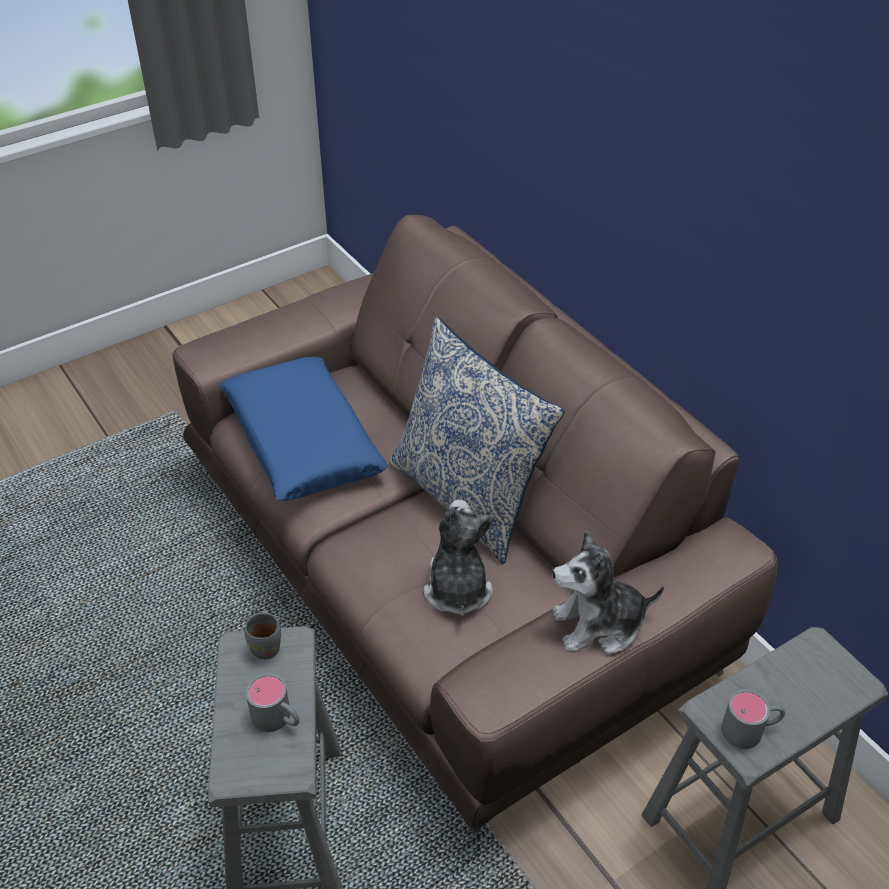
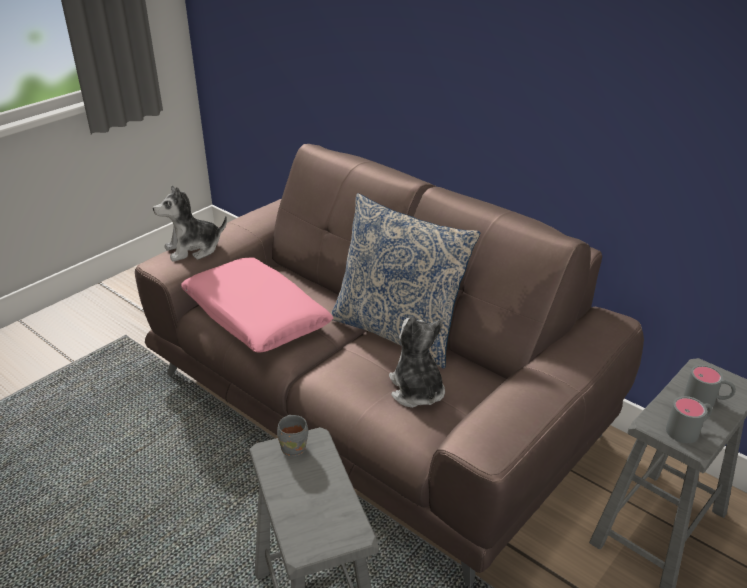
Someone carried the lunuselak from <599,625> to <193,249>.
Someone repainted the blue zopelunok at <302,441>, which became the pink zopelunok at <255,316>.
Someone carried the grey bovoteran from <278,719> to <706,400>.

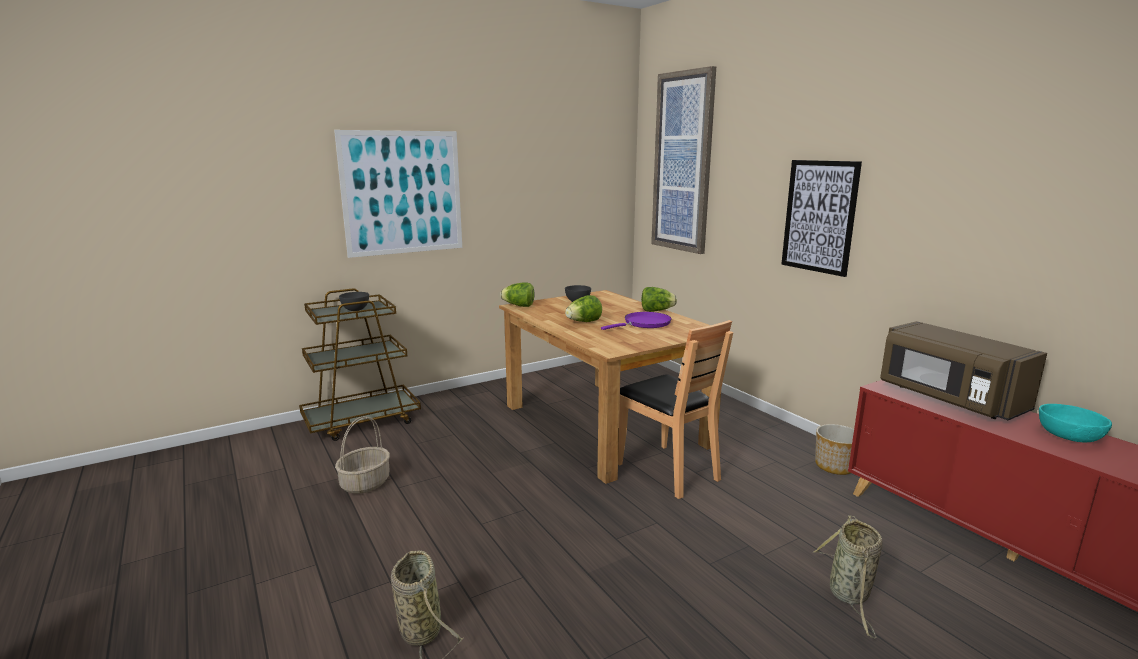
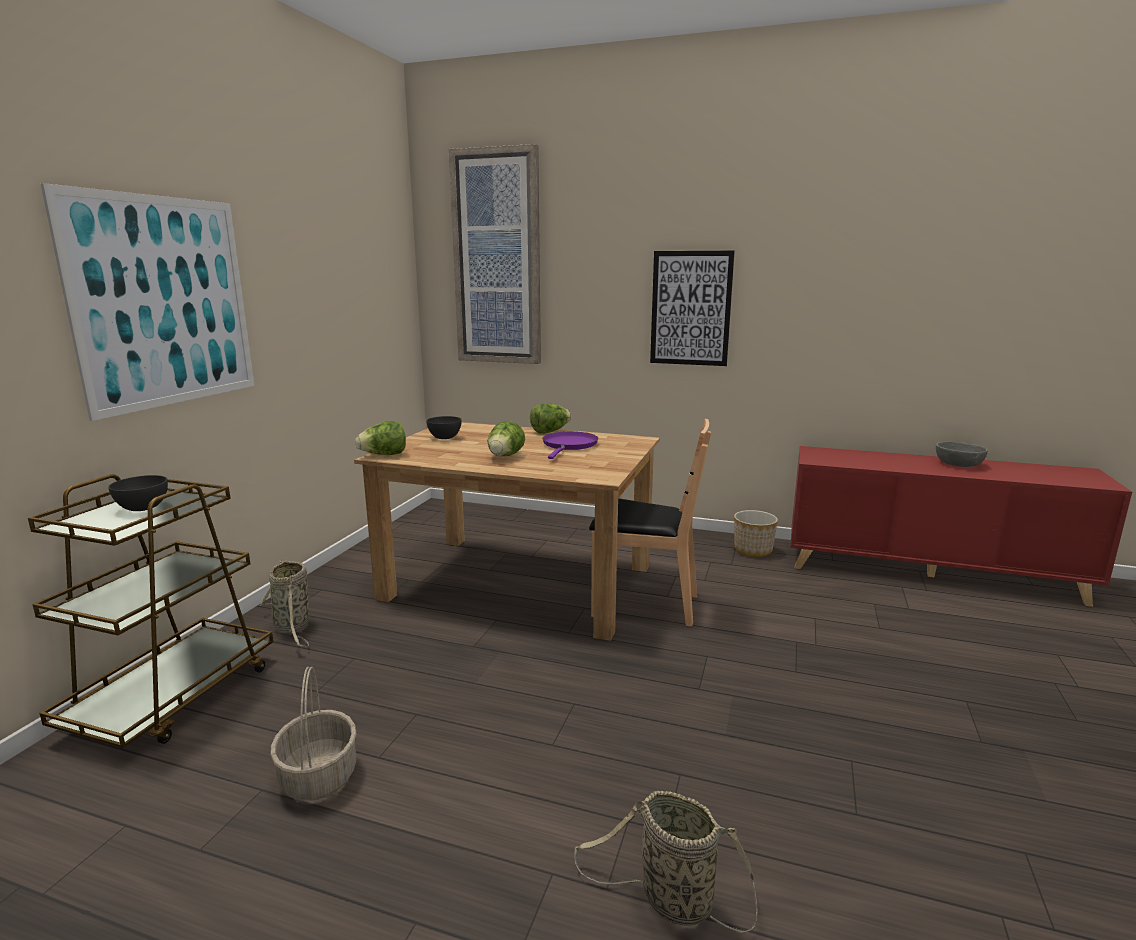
Someone carried the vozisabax from <850,595> to <293,627>.
Someone repainted the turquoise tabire at <1069,435>, which became the grey tabire at <958,464>.
Someone took away the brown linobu at <948,398>.

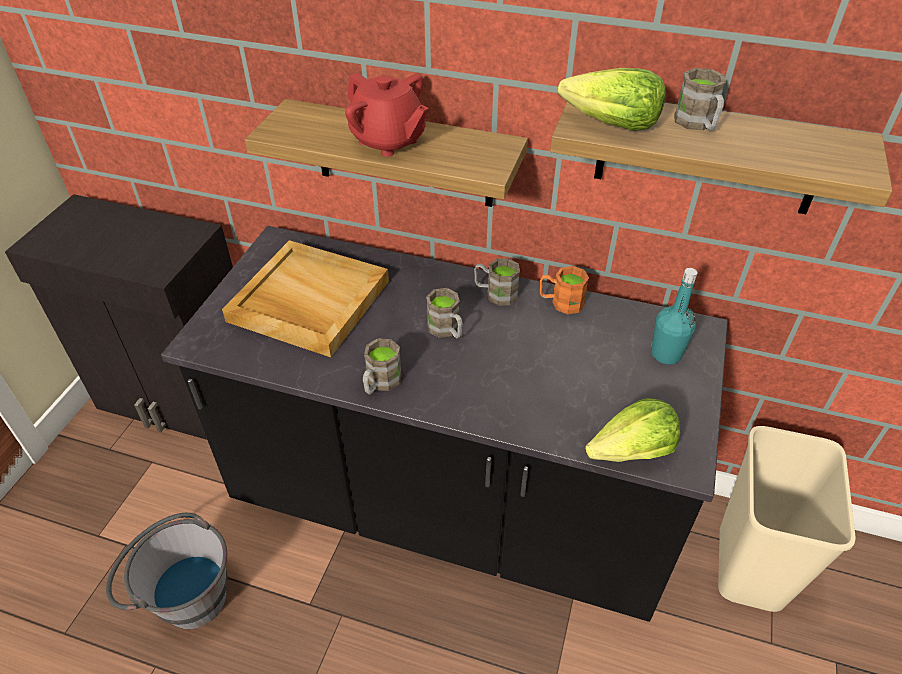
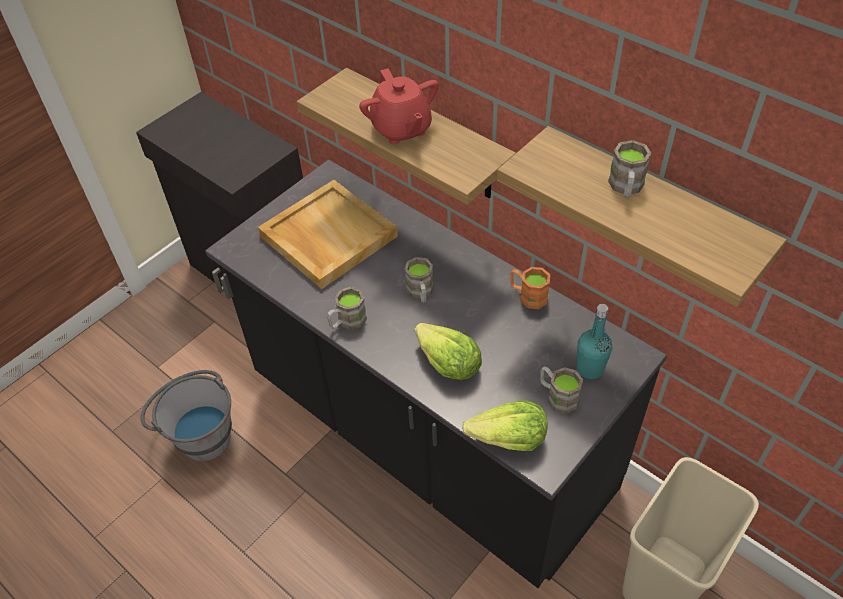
Someone carried the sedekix from <610,125> to <447,363>.
Someone carried the brown bovoteran from <495,293> to <557,396>.

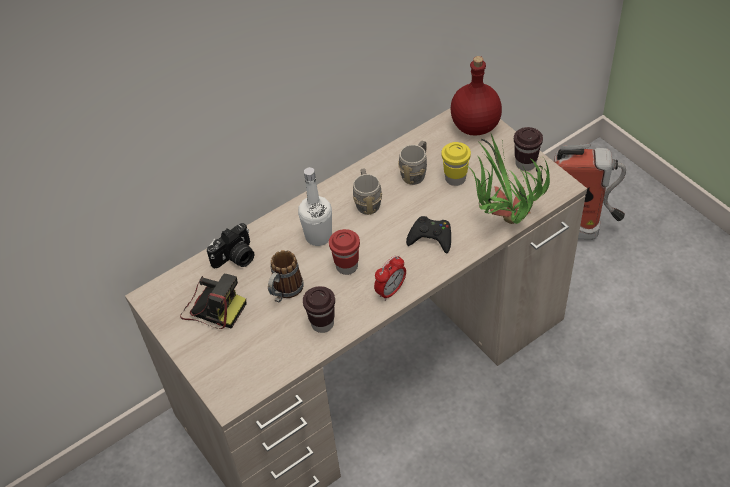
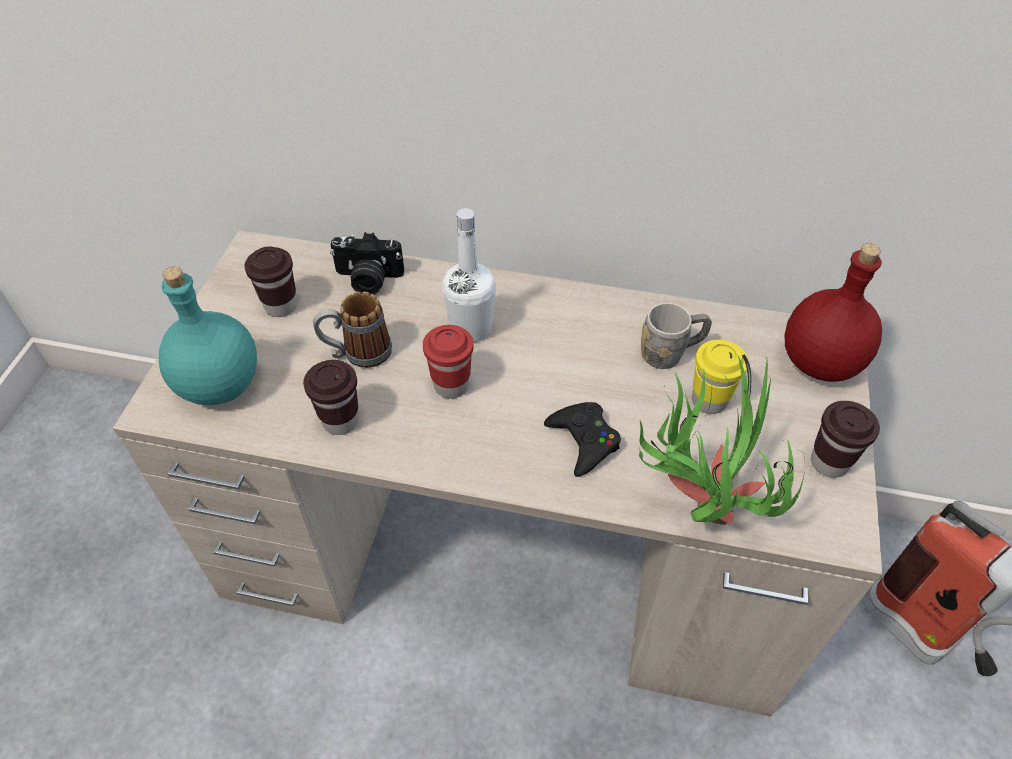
Someone put down the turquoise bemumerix at <219,386>.
Someone swapped the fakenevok at <212,307> for the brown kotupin at <281,306>.
Someone took away the grey bovoteran at <367,201>.
Someone took away the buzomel at <390,291>.

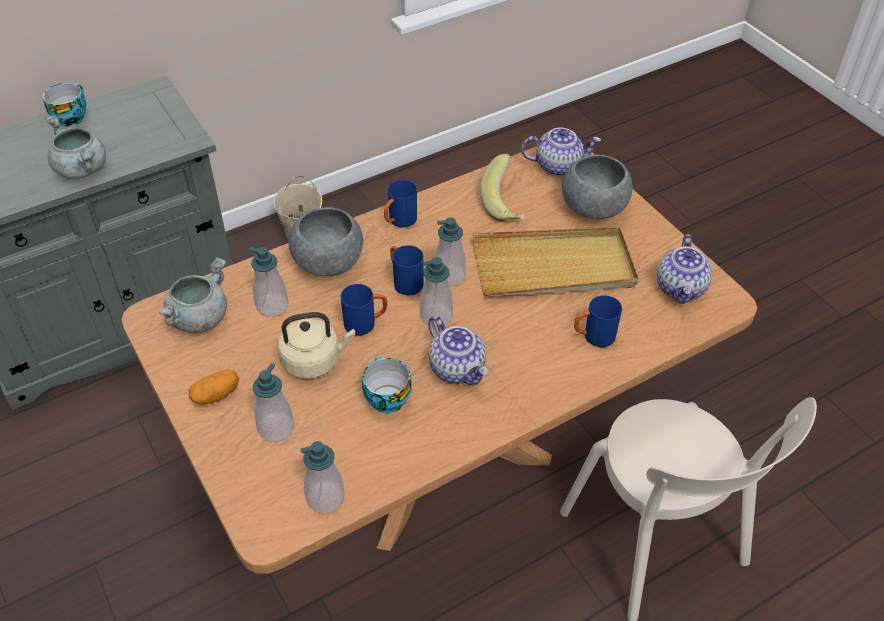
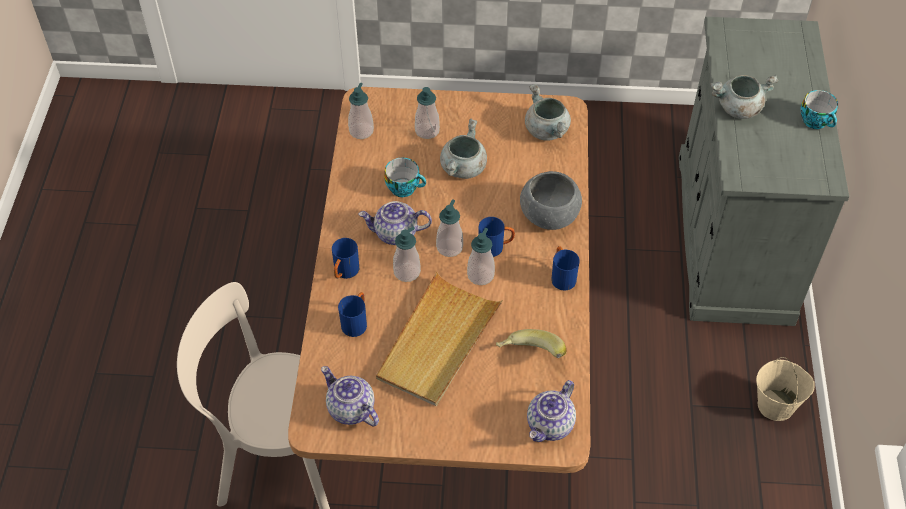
Someone carried the blue bovoteran from <366,323> to <344,273>.
Someone carried the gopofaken from <272,305> to <407,272>.
Someone swapped the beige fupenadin at <314,361> for the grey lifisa at <463,169>.
Someone took away the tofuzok at <216,394>.
Someone took away the grey tabire at <594,207>.

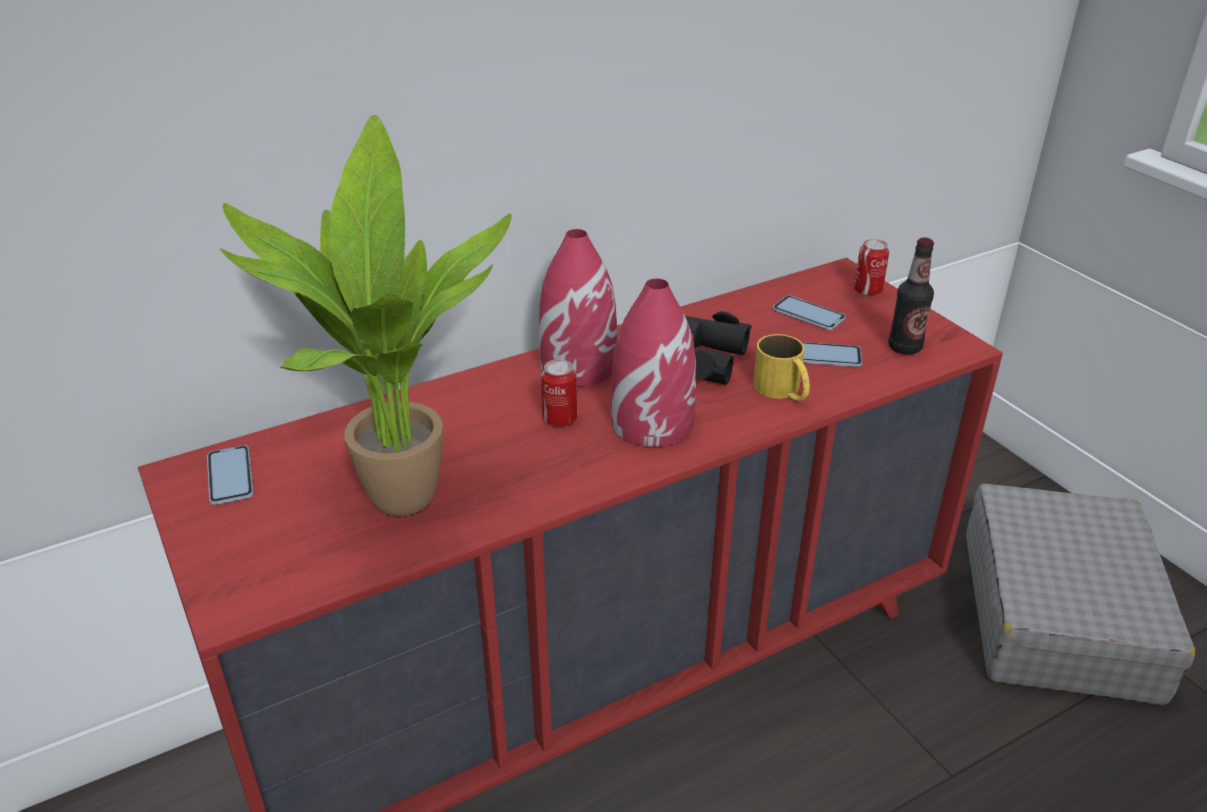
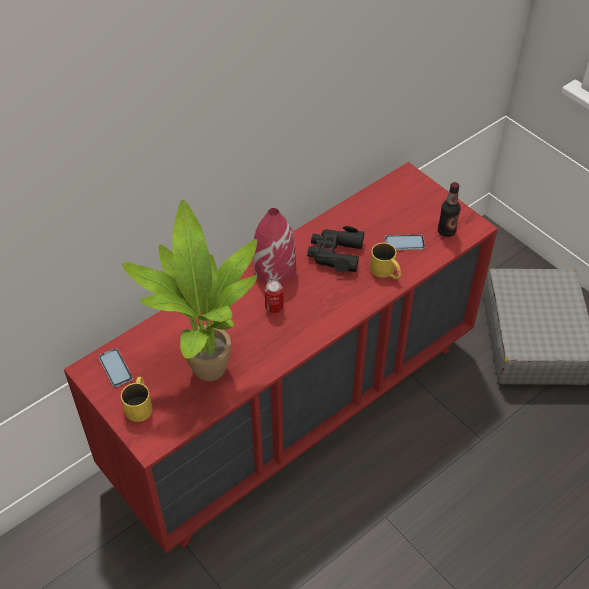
Someone put down the yellow bovoteran at <140,403>.
Someone took away the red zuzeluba at <651,422>.
Someone took away the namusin at <808,314>.
Someone took away the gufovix at <867,291>.

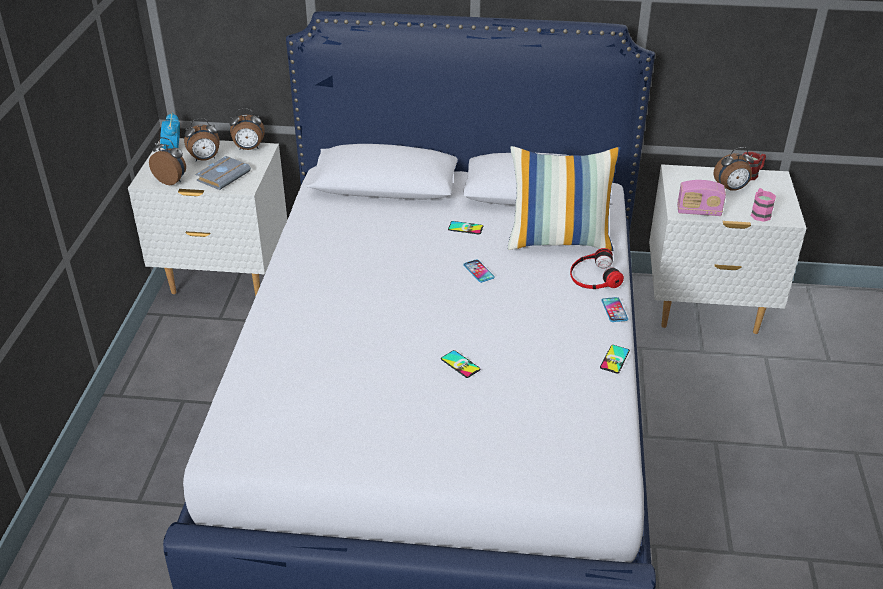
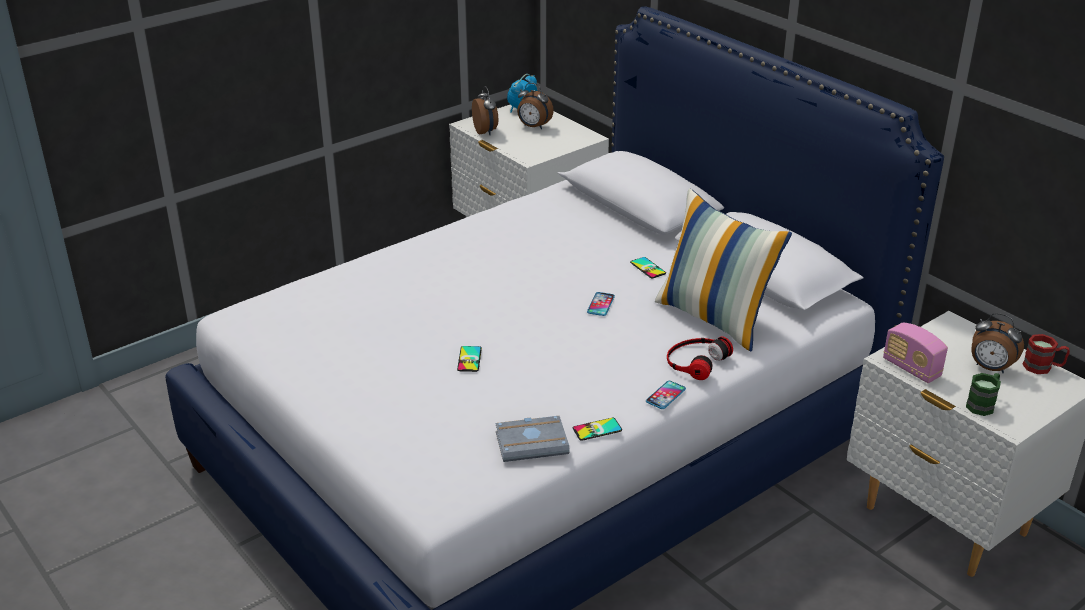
Someone carried the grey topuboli from <223,176> to <533,442>.
Someone repainted the pink bovoteran at <759,213>, which became the green bovoteran at <983,404>.
Someone took away the buzomel at <249,149>.

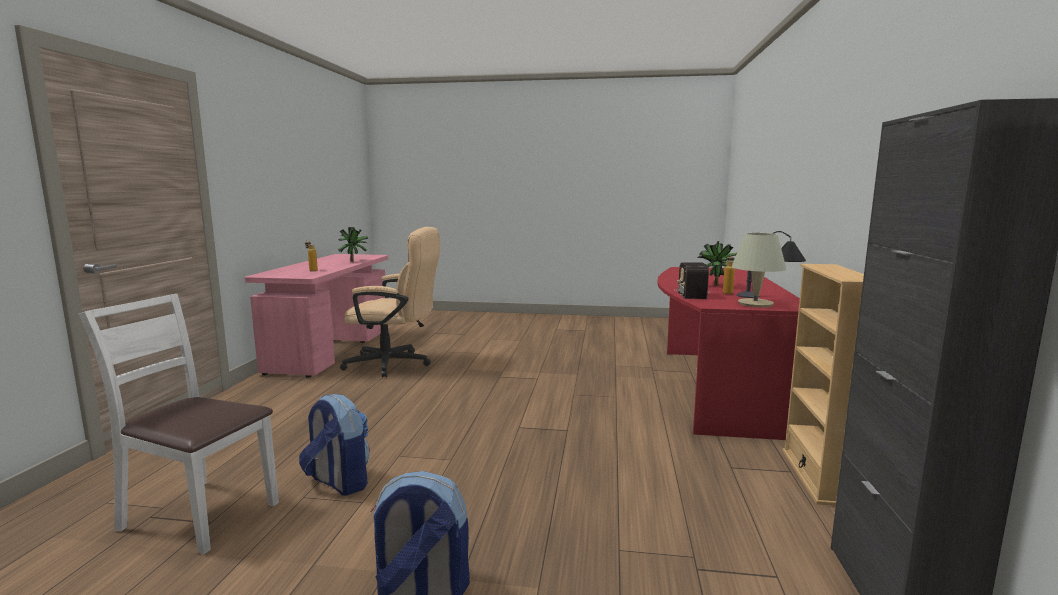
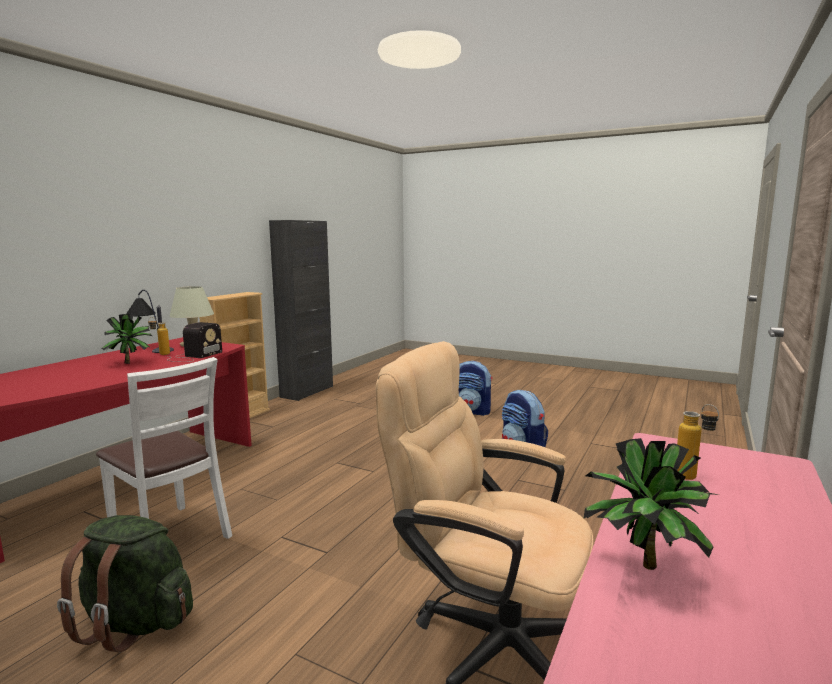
Someone put down the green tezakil at <135,623>.
Someone carried the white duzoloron from <199,514> to <170,537>.

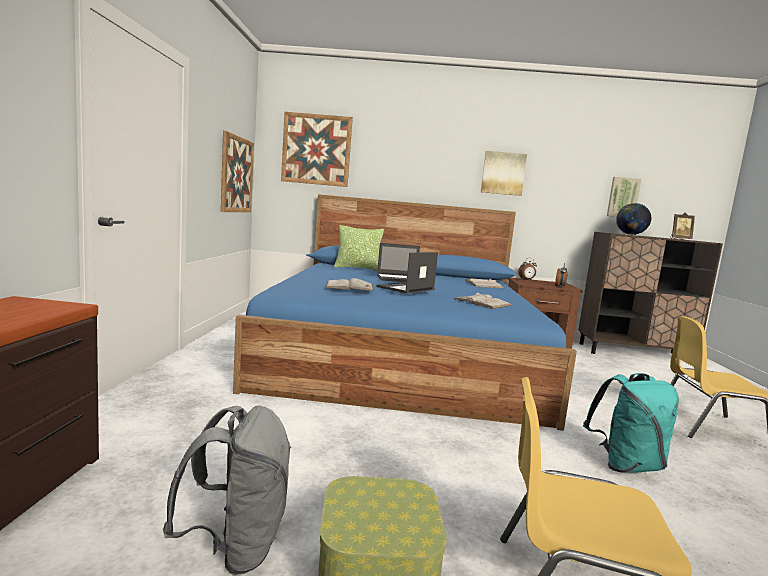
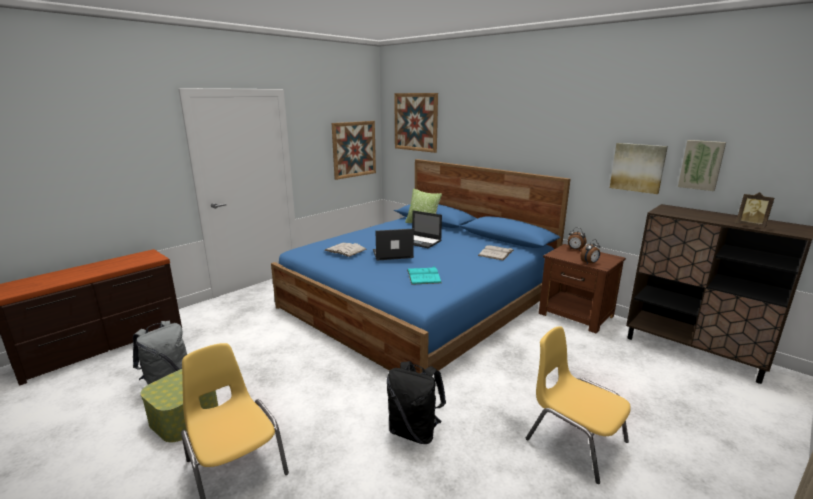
Someone repainted the turquoise tezakil at <626,465>, which became the black tezakil at <414,431>.
Someone repainted the white topuboli at <482,302>, which became the turquoise topuboli at <423,276>.
Someone carried the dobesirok from <503,173> to <638,167>.
Someone took away the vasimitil at <630,234>.

